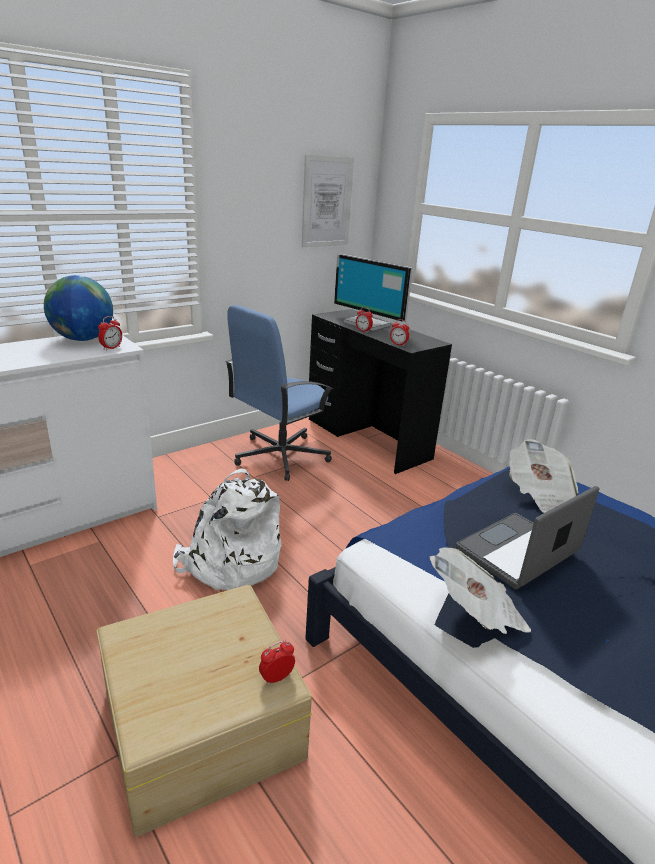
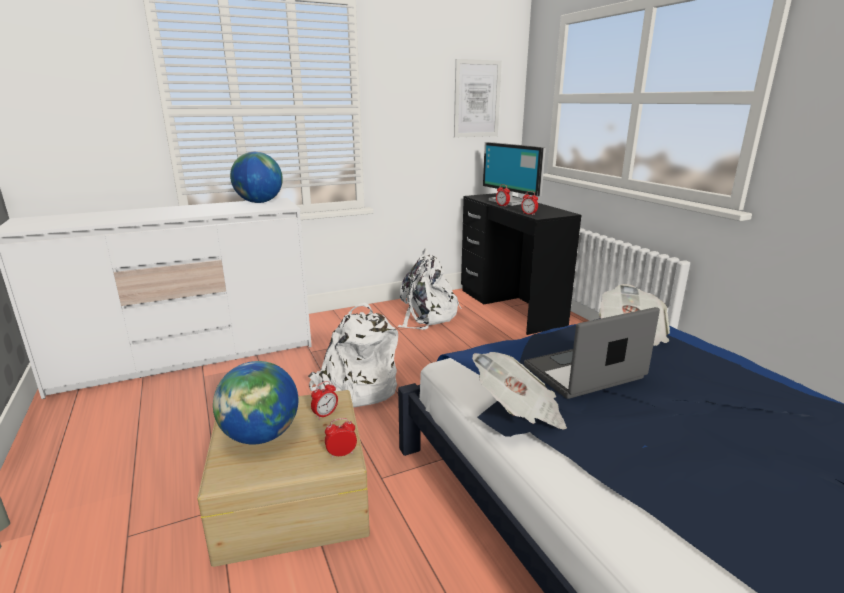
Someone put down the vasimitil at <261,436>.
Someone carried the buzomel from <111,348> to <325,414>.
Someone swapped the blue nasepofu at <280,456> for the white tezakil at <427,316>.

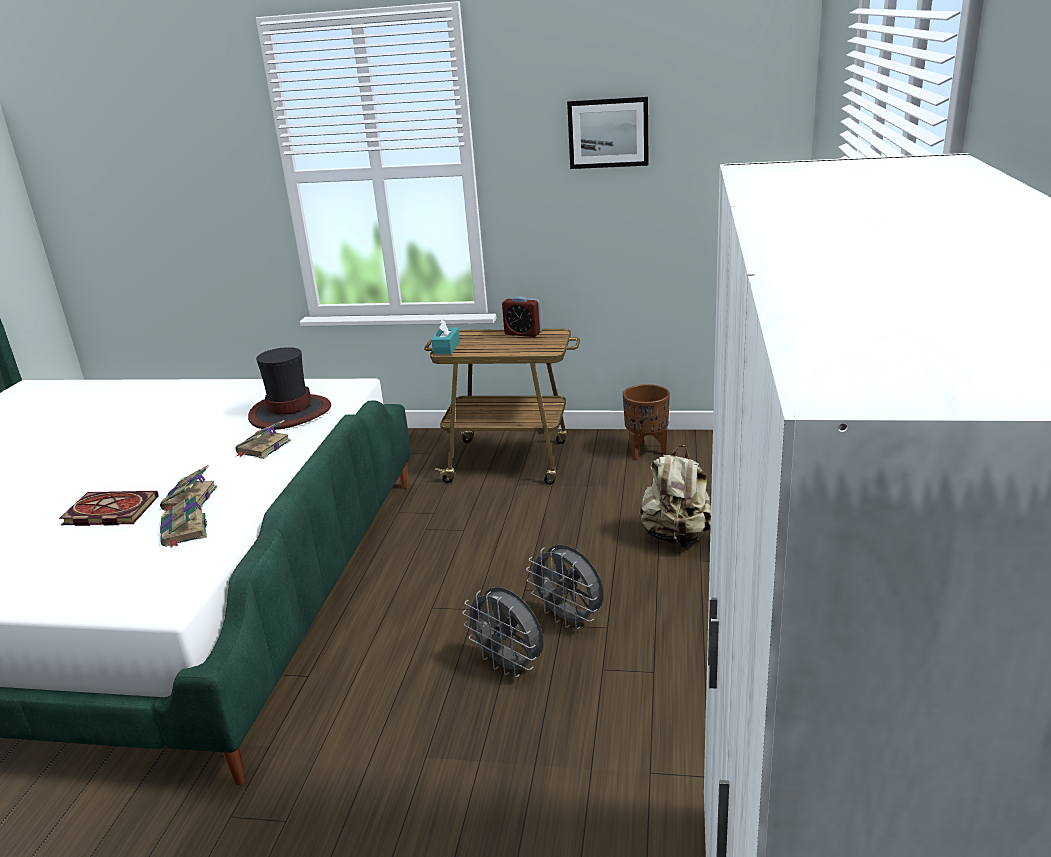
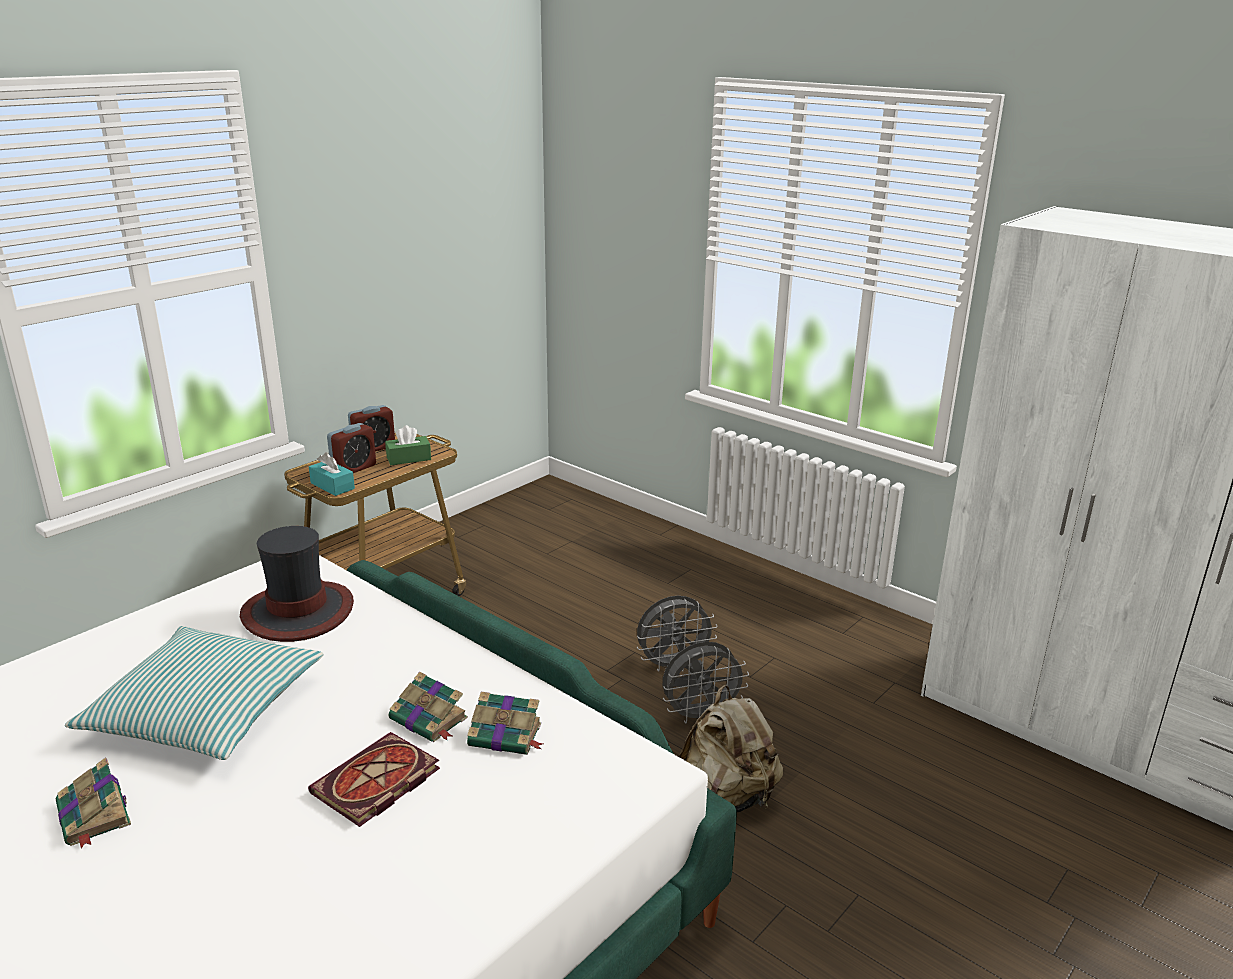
Someone carried the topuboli from <263,448> to <94,816>.
Someone put down the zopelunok at <205,710>.
Someone put down the buzomel at <354,468>.
Someone put down the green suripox at <408,458>.
Someone carried the beige tezakil from <676,537> to <725,798>.
Someone took away the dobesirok at <608,133>.
Someone took away the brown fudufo at <647,452>.

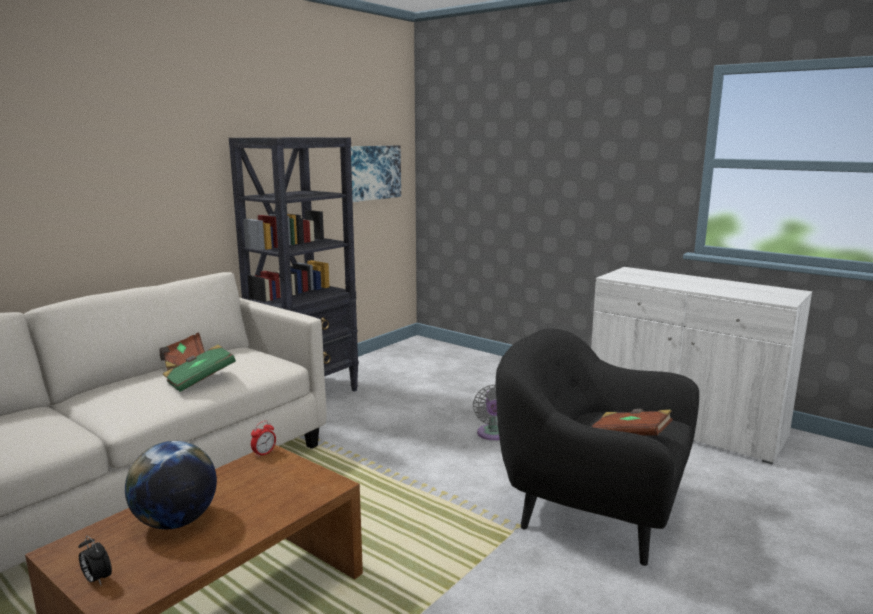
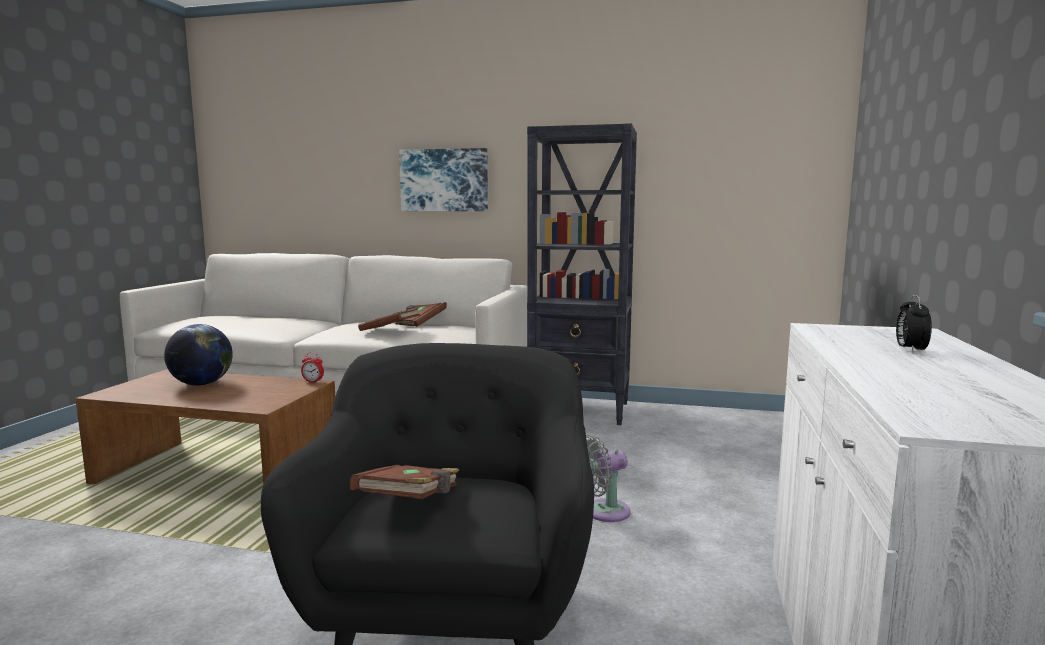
Someone repainted the green topuboli at <200,380>, which became the brown topuboli at <390,331>.
Someone carried the dobesirok from <370,172> to <444,180>.
Someone carried the buzomel from <97,579> to <910,350>.

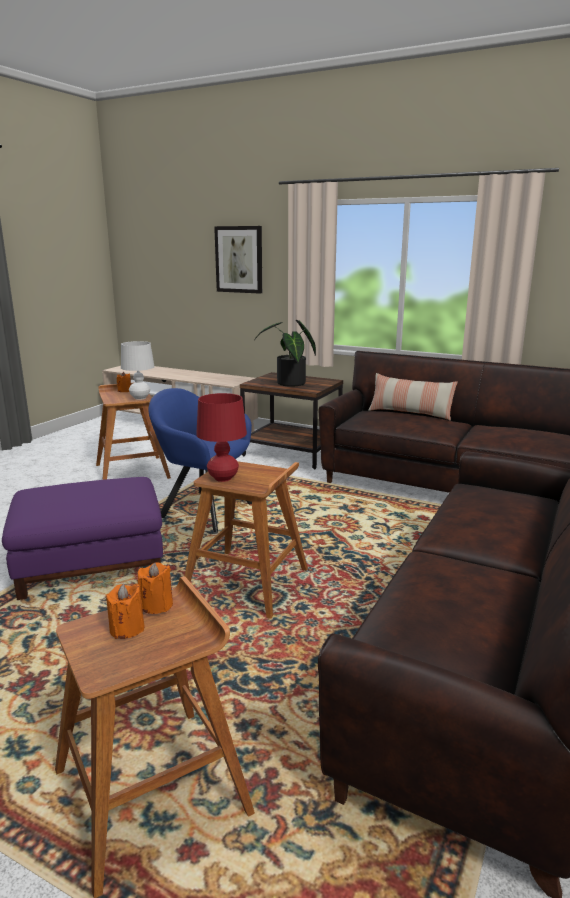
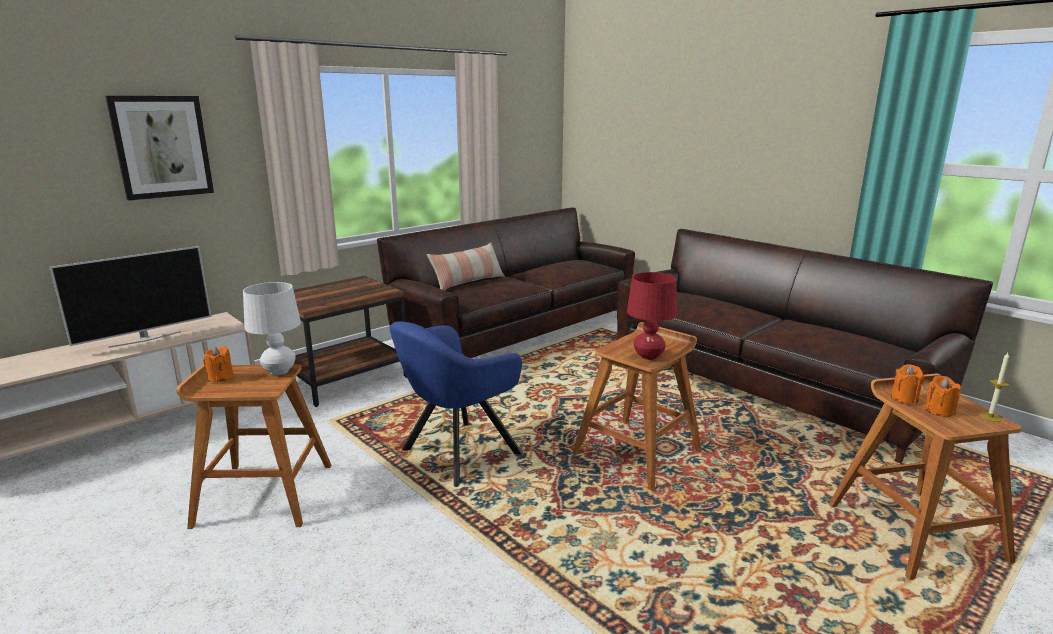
Someone put down the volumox at <145,339>.
Someone put down the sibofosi at <990,417>.
Someone took away the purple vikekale at <90,564>.
Someone took away the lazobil at <289,384>.

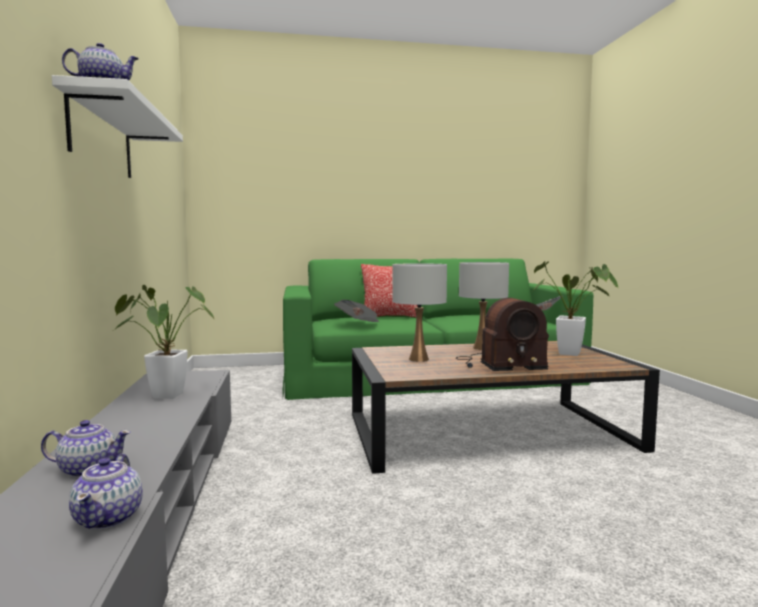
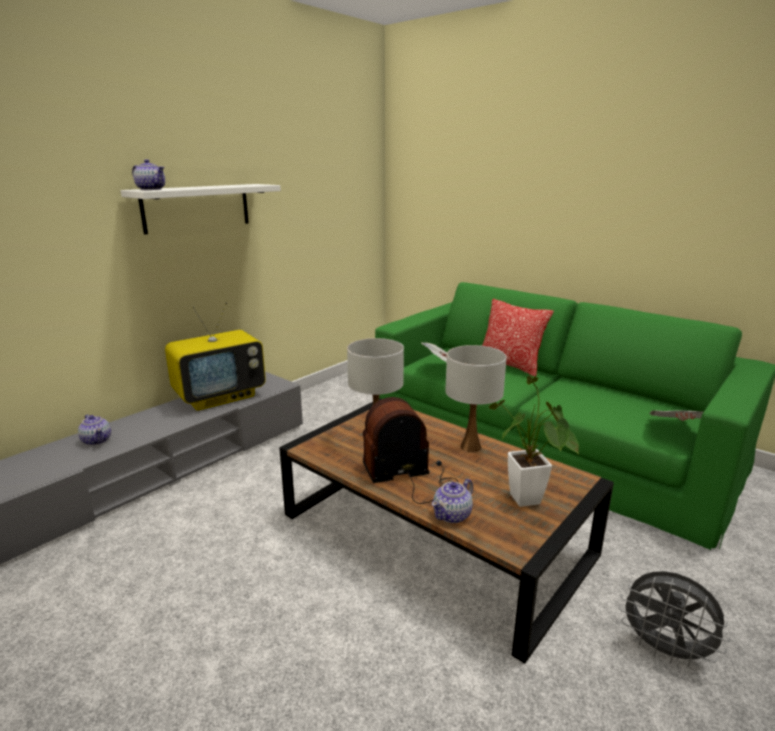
Someone swapped the lazobil at <161,395> for the volumox at <220,397>.
Someone rotated the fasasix at <498,364> by 120 degrees clockwise.
Someone carried the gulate from <109,518> to <452,515>.
Someone put down the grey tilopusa at <665,650>.

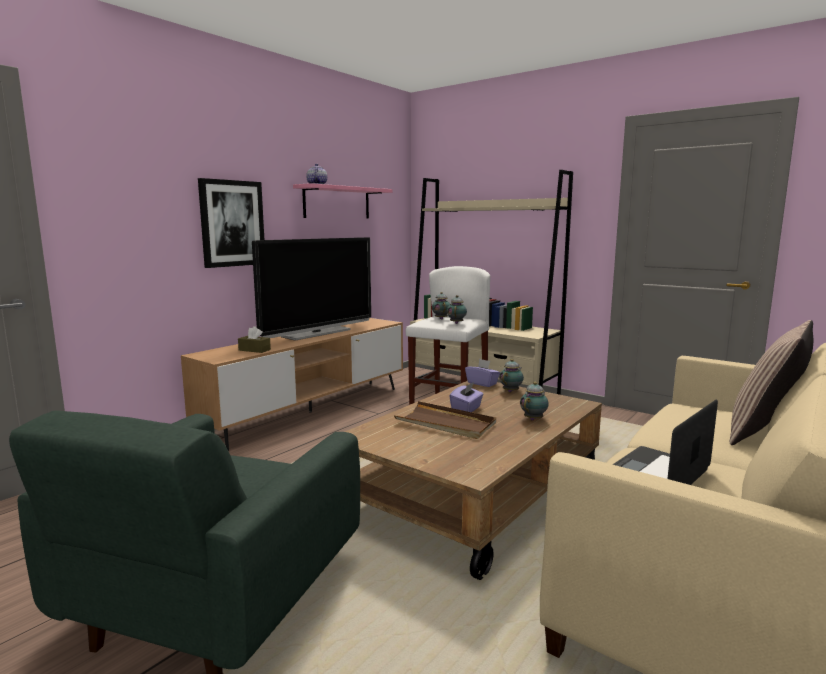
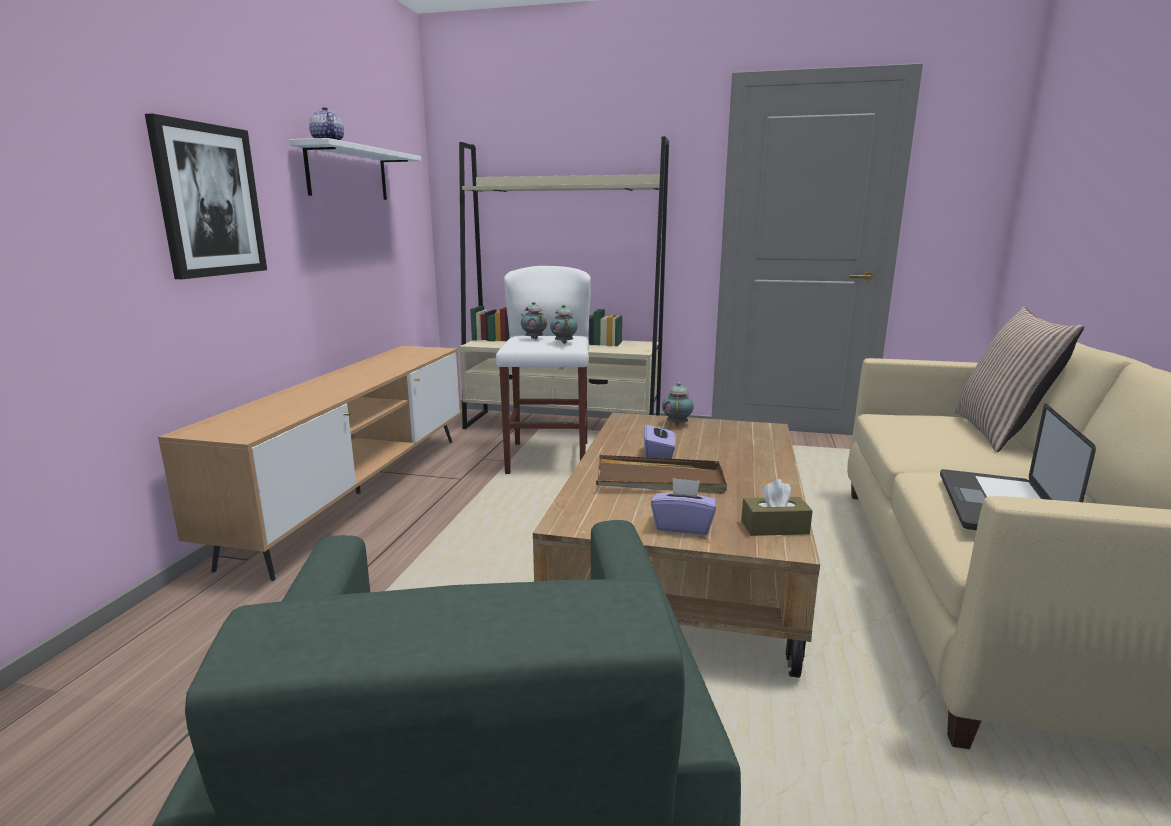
Someone repainted the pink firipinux at <337,202>, which became the white firipinux at <348,173>.
Someone carried the purple suripox from <482,383> to <683,526>.
Someone carried the brown suripox from <254,350> to <774,527>.
Someone took away the volumox at <317,333>.
Someone took away the gulate at <534,419>.

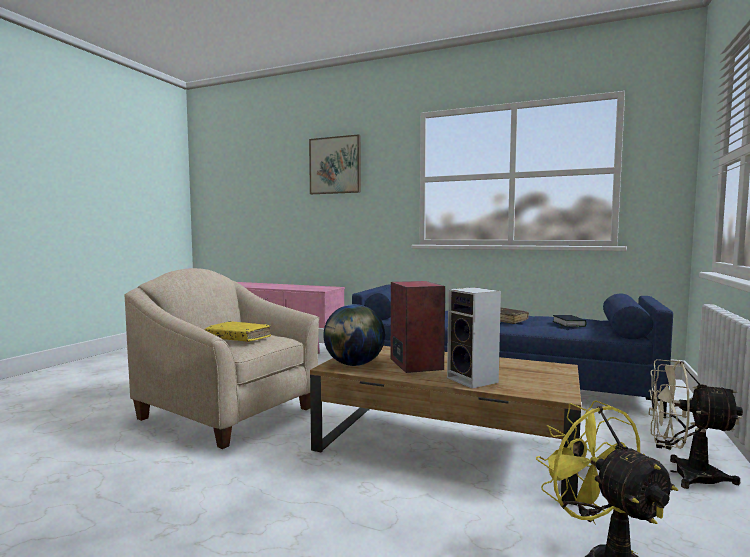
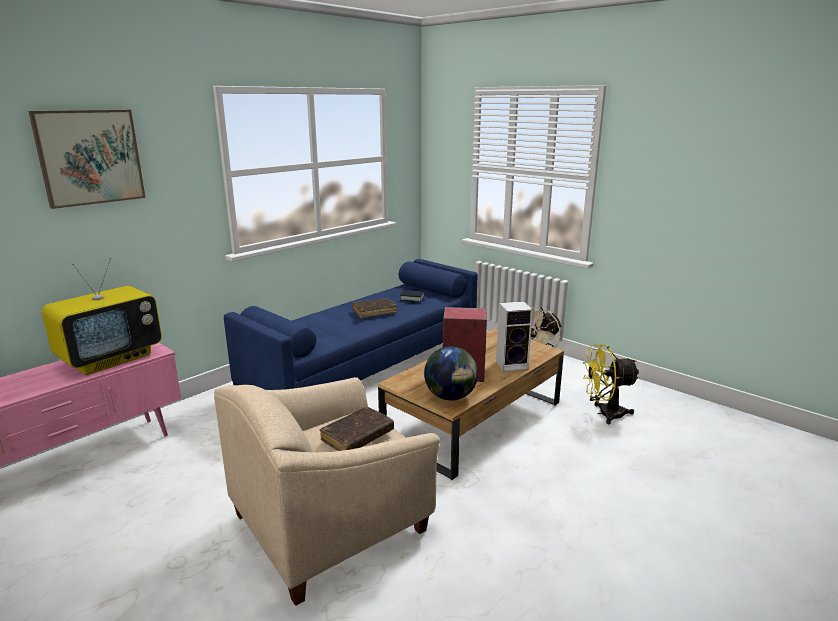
Someone put down the volumox at <111,358>.
Someone repainted the yellow topuboli at <238,338>, which became the brown topuboli at <357,436>.

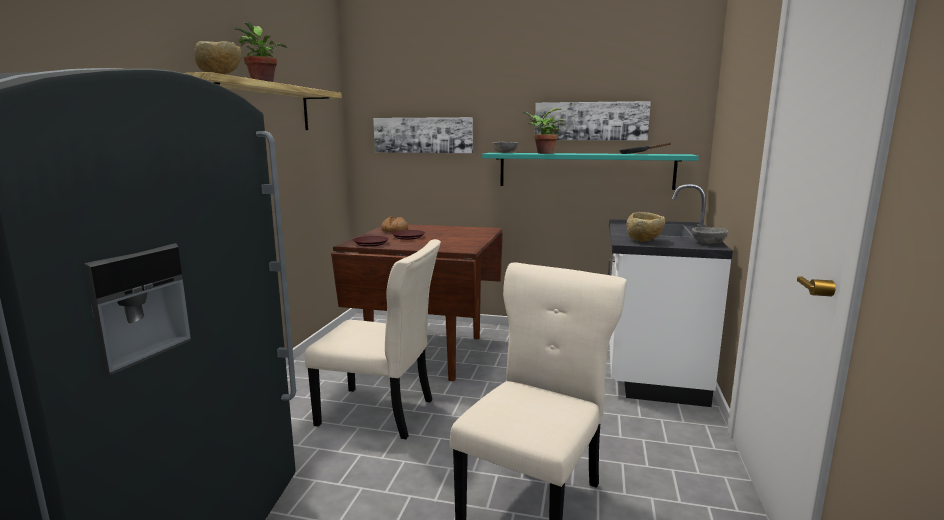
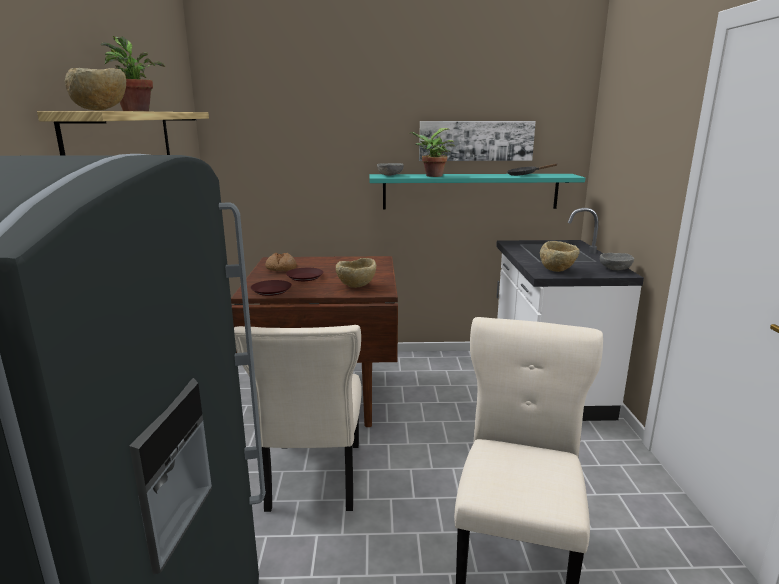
Someone rotated the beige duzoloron at <380,413> by 90 degrees clockwise.
Someone put down the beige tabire at <356,287>.
Someone took away the dobesirok at <423,135>.

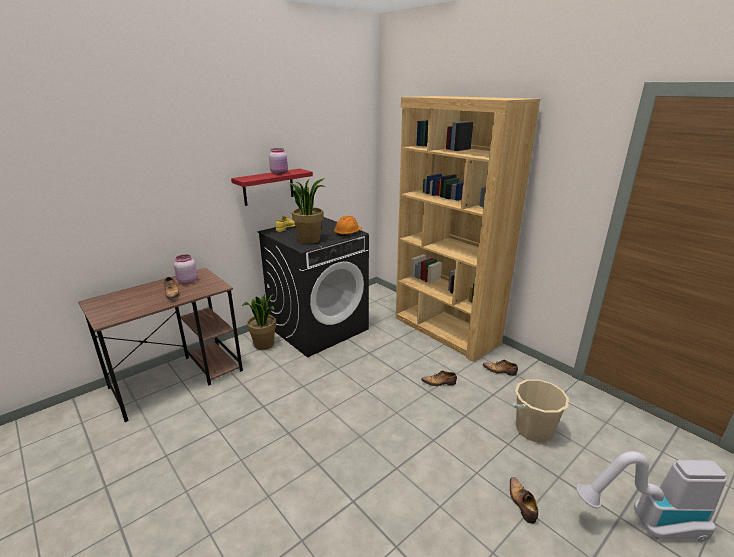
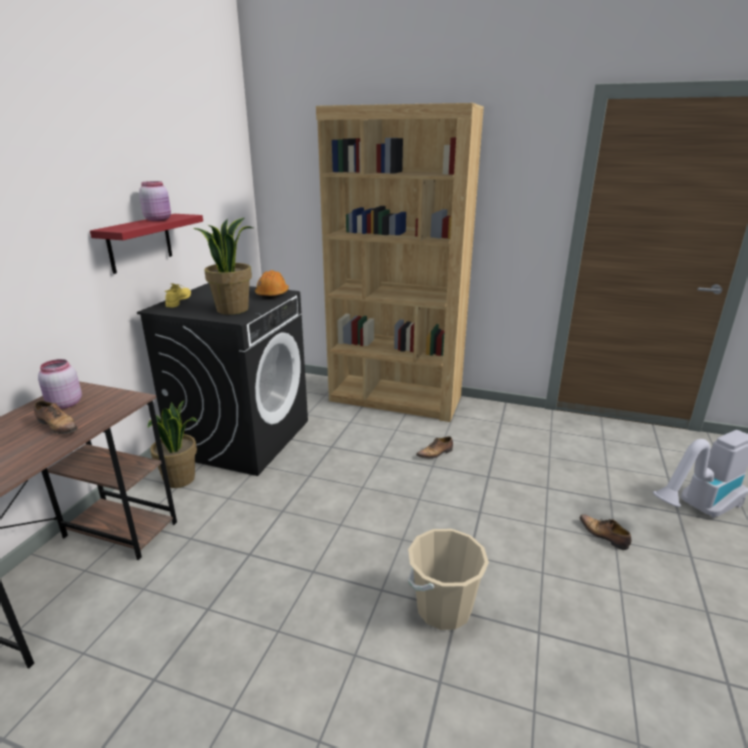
Someone carried the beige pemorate from <534,430> to <443,608>.
Someone took away the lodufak at <500,371>.

